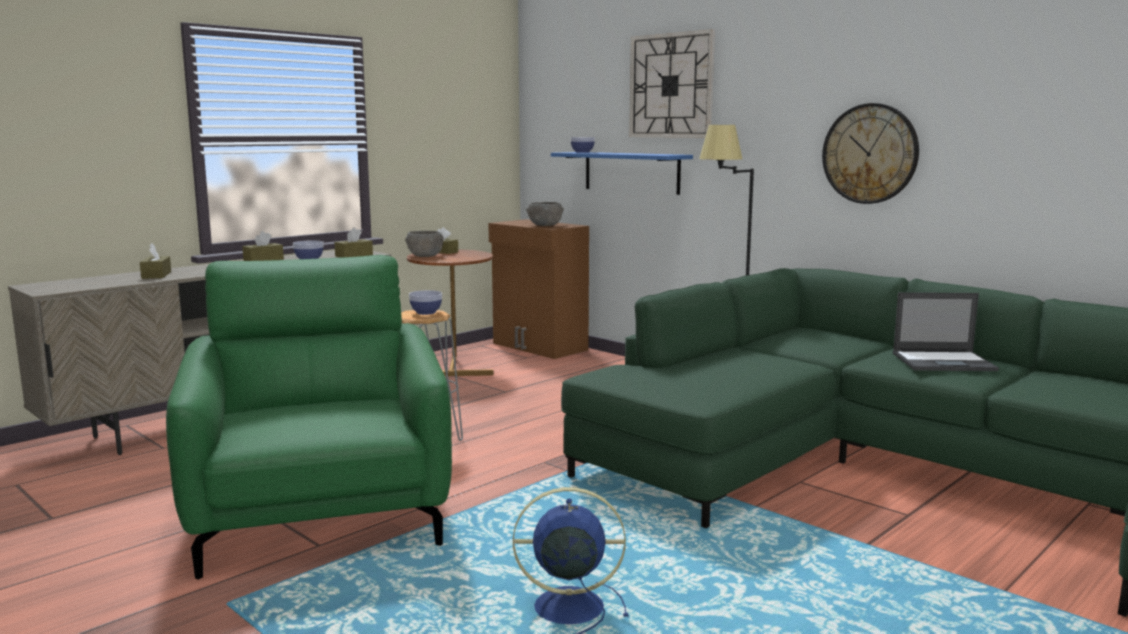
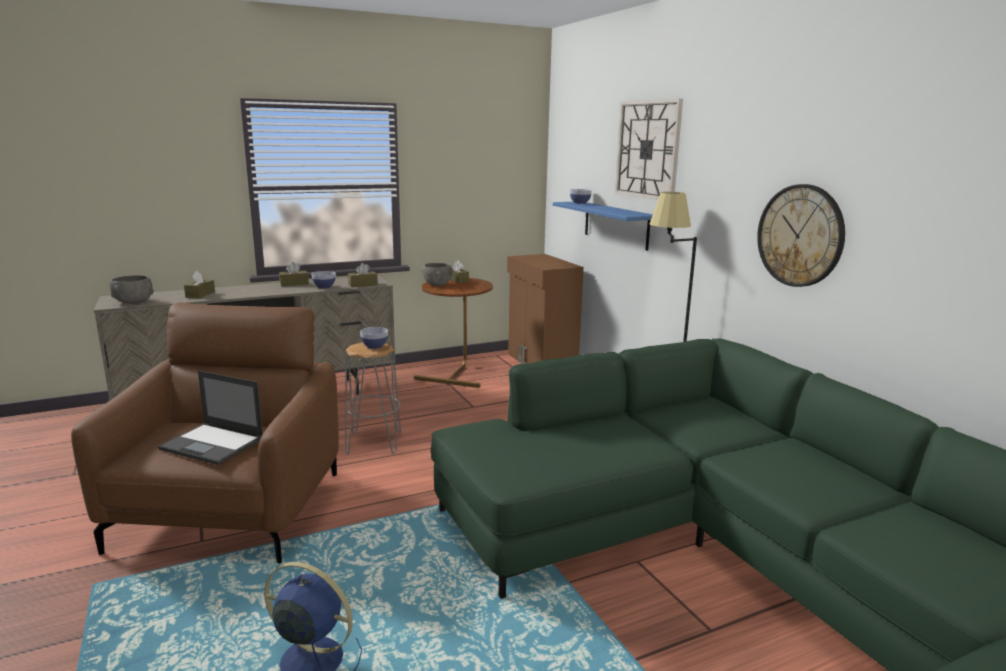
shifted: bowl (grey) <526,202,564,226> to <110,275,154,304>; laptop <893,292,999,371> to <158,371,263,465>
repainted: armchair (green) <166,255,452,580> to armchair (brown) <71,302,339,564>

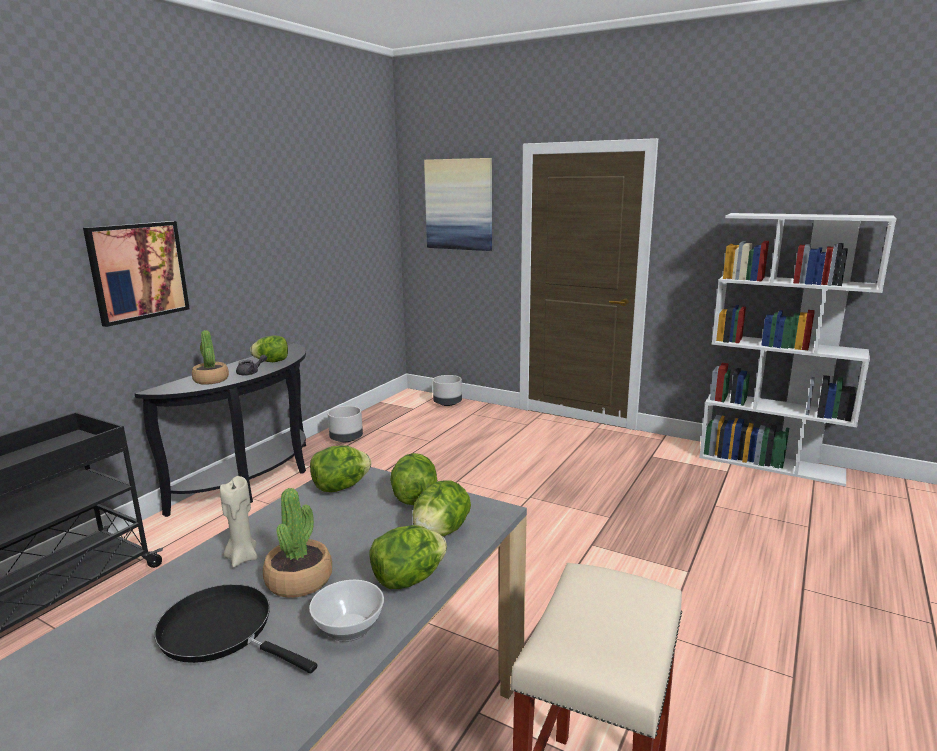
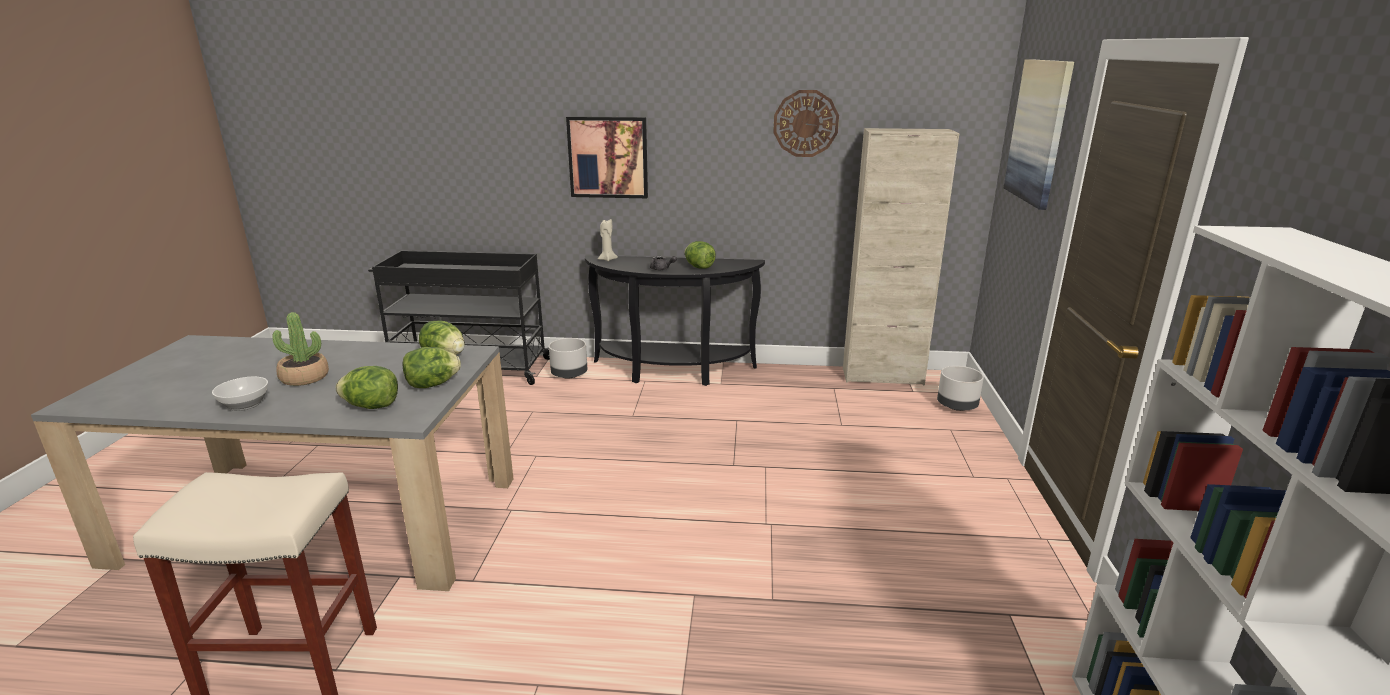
gone: frying pan (black) <154,584,317,673>; potted plant <192,330,229,385>; lettuce <369,525,447,589>
new: wall clock <773,90,839,157>; cabinet (beige) <843,128,960,385>
shifted: candle (beige) <220,476,258,567> to <598,219,618,261>; planter (grey) <328,406,363,442> to <549,338,587,379>

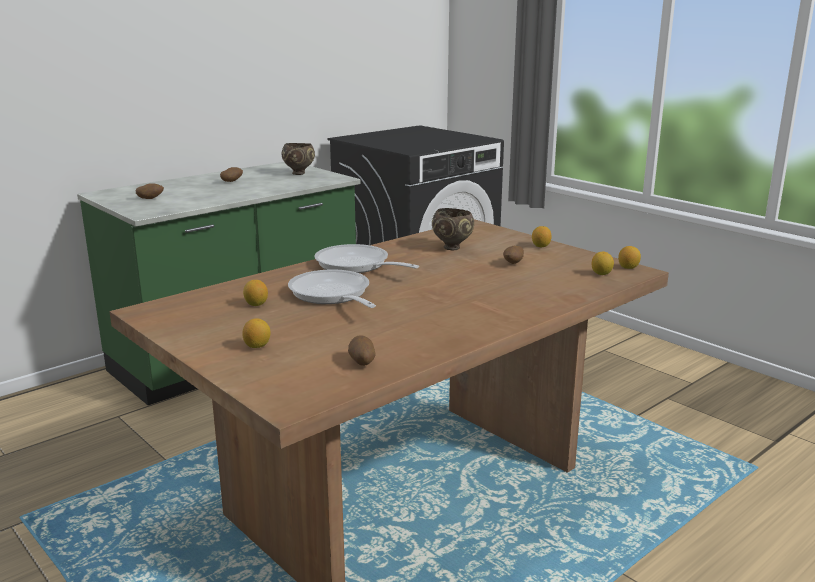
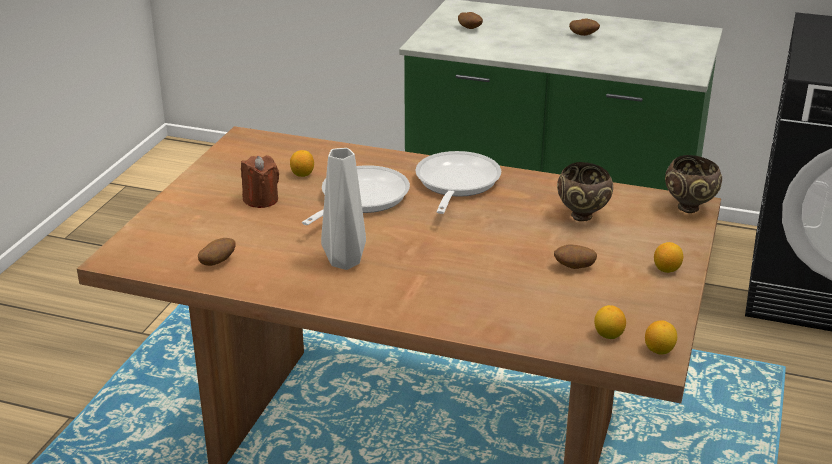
gone: lemon <242,318,271,348>
new: candle (brown) <241,155,279,208>; vase (grey) <321,148,366,270>
shifted: bowl (brown) <281,143,315,175> to <665,155,722,213>

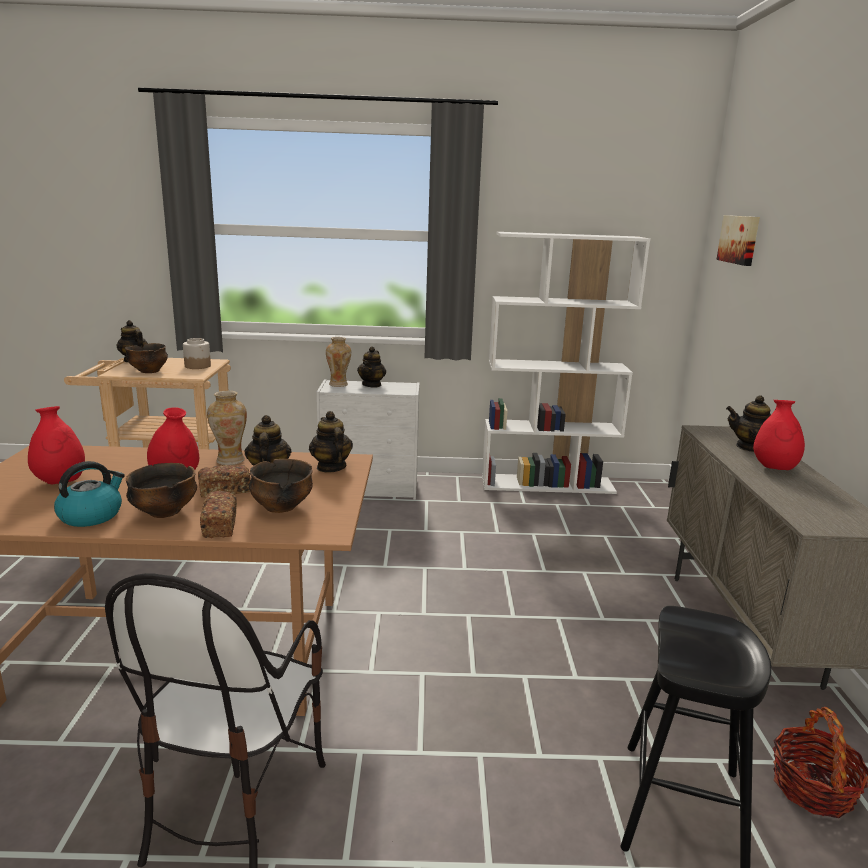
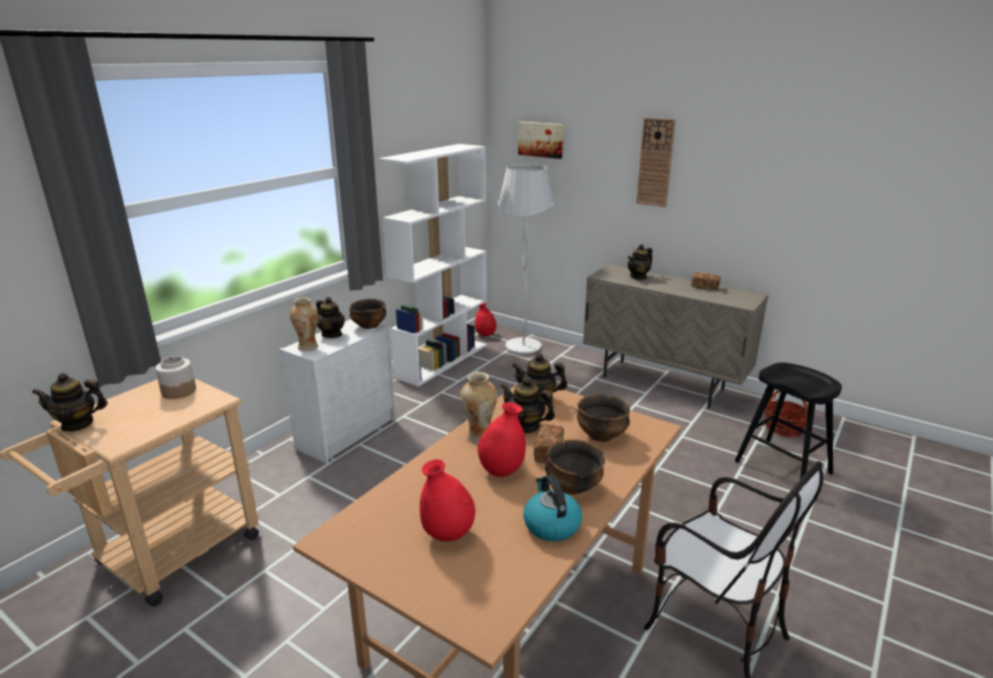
new: floor lamp (white) <498,164,554,354>; wall clock <636,118,676,207>
shifted: bowl <125,343,168,373> to <349,299,387,329>; bread <200,491,237,538> to <691,272,721,291>; vase (red) <753,400,805,470> to <475,302,496,336>

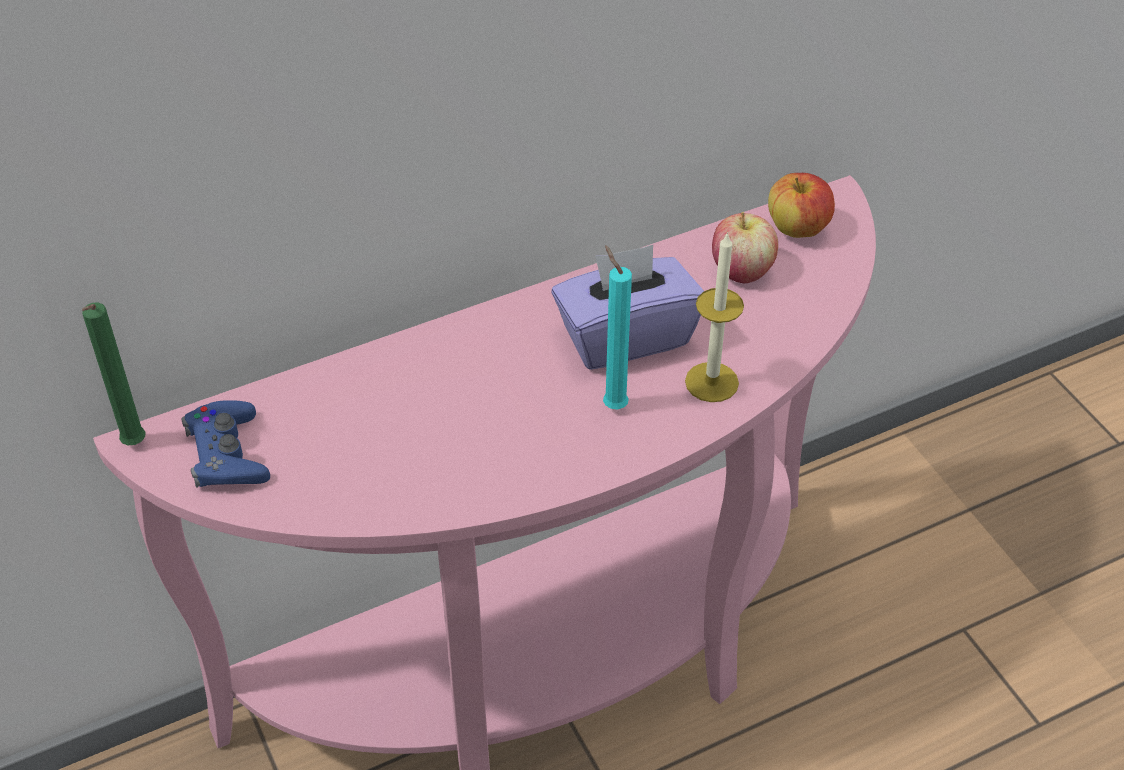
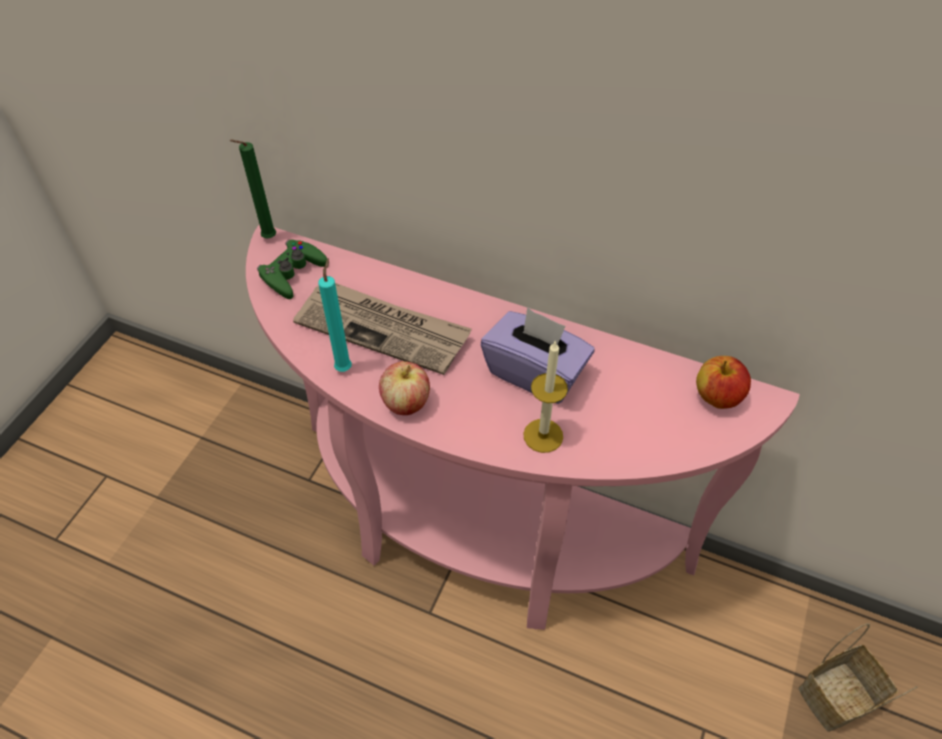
new: newspaper <293,283,472,375>; basket <798,623,918,732>
shifted: candle (turquoise) <603,245,632,410> to <318,258,352,372>; apple <712,212,778,283> to <379,361,430,415>
repainted: game controller (blue) <181,400,270,488> to game controller (green) <257,240,327,299>

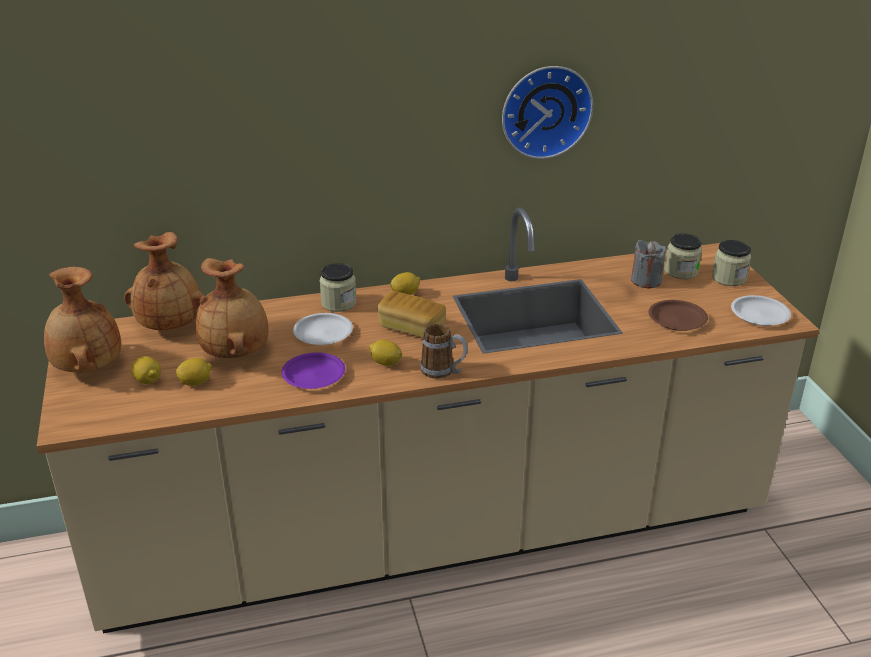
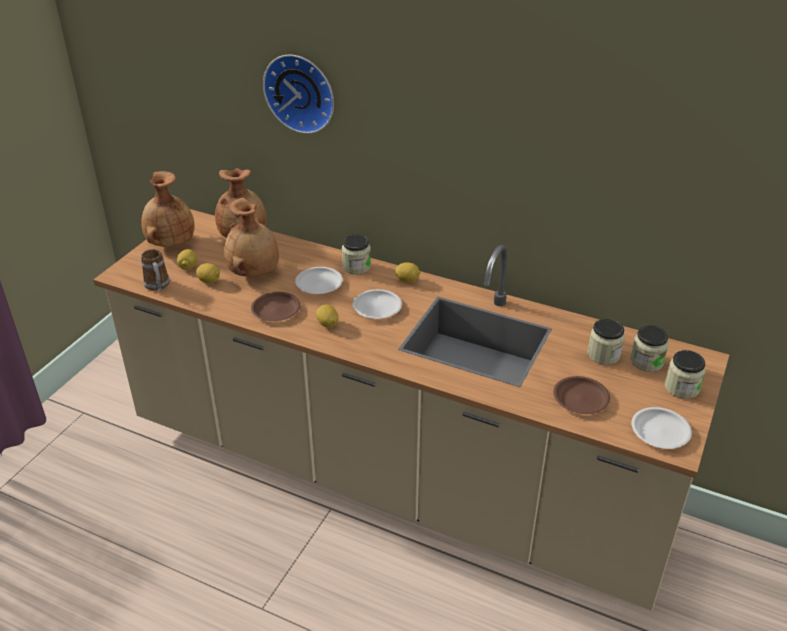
shifted: mug <420,323,468,379> to <141,249,170,291>; wall clock <502,66,593,159> to <263,54,334,134>
swapped: bread <377,291,446,338> to plate (white) <353,289,402,319>; candle (grey) <631,240,666,288> to jar <587,319,625,365>
repainted: plate (purple) <281,352,345,389> to plate (brown) <251,292,301,321>

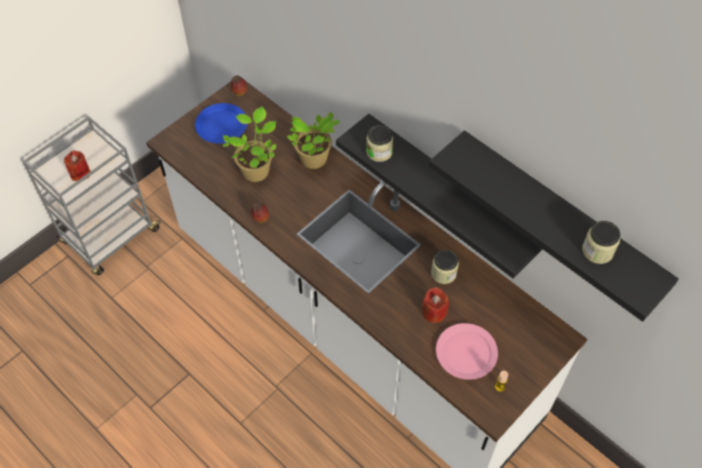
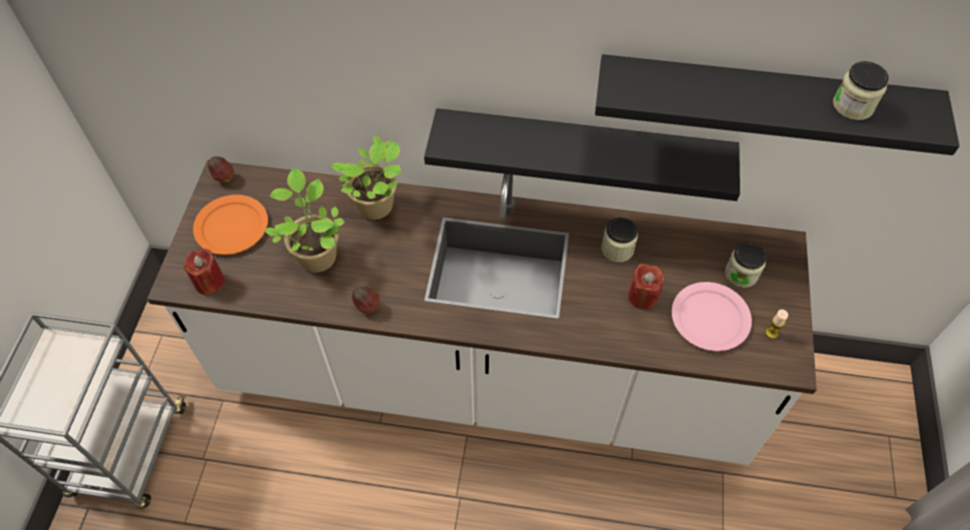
shifted: candle (red) <64,150,90,181> to <184,249,226,296>; jar <366,125,393,162> to <725,242,767,288>
repainted: plate (blue) <195,103,247,144> to plate (orange) <193,195,268,255>

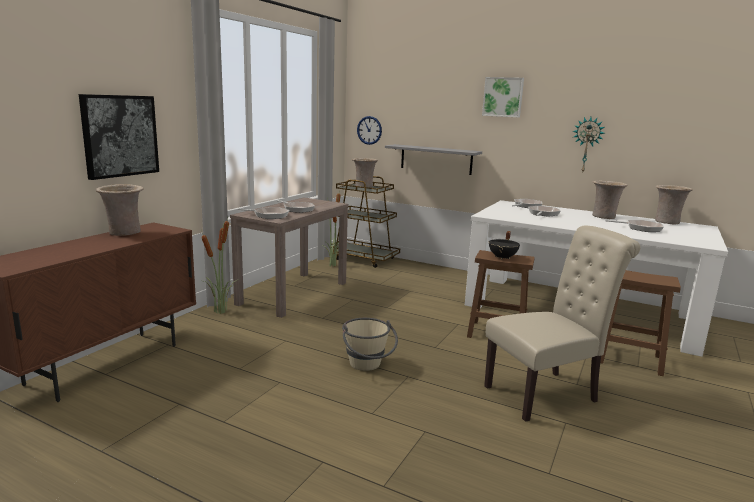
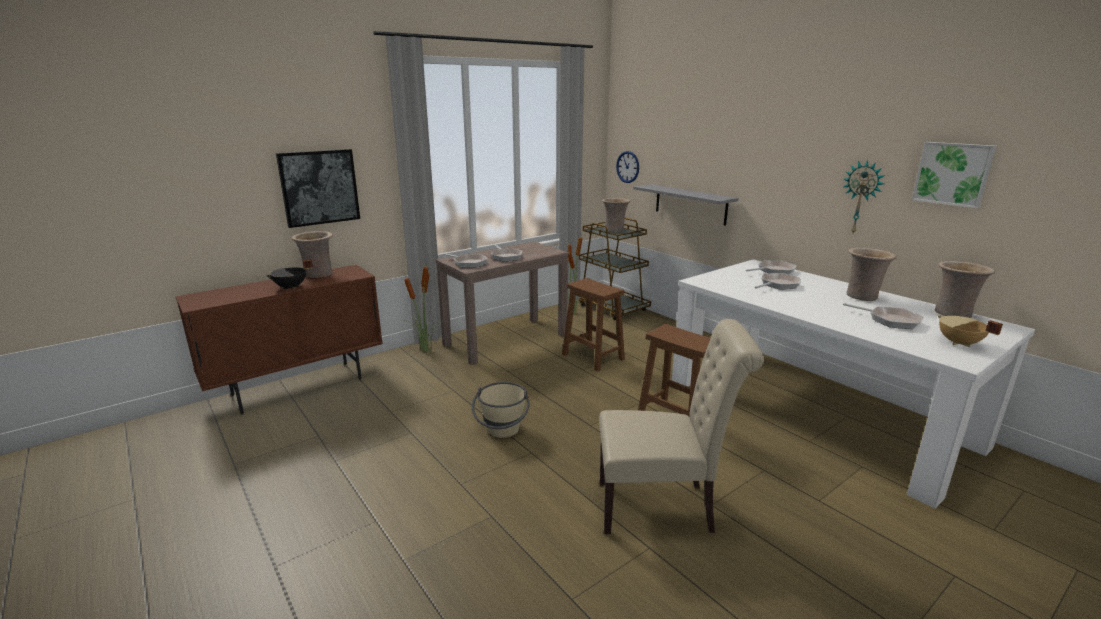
new: cooking pot (beige) <937,315,1003,347>
shifted: picture <482,77,524,118> to <912,142,996,209>; cooking pot (black) <489,231,520,260> to <267,259,313,290>; stool (brown) <600,270,681,376> to <562,278,625,371>

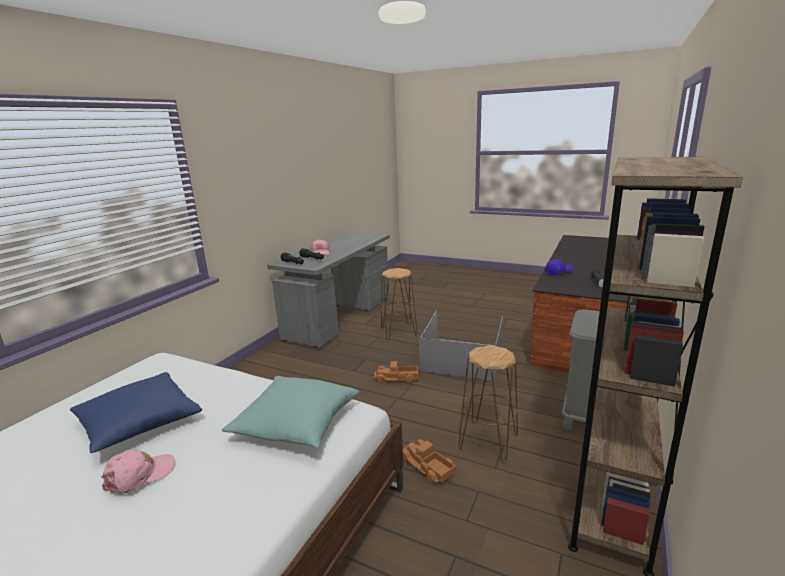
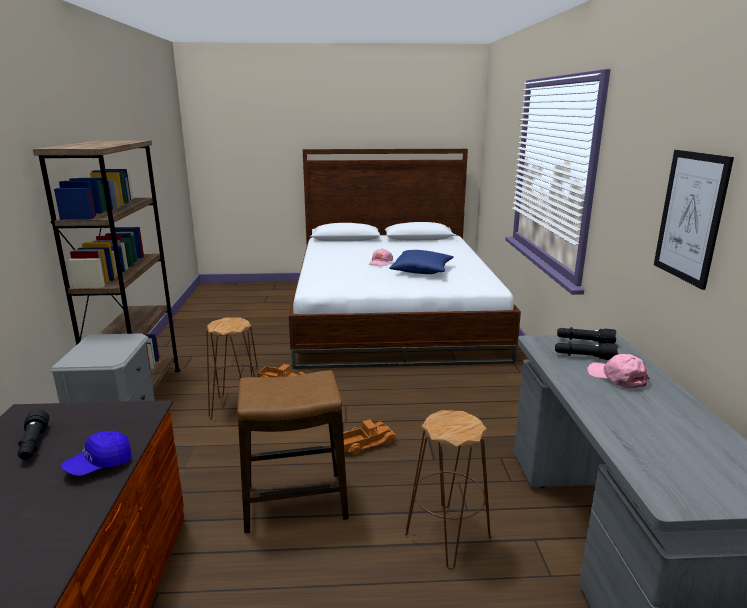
gone: pillow (turquoise) <222,376,359,448>
new: picture <654,150,734,290>
swapped: storage box (grey) <419,311,504,380> to stool <237,370,349,533>

